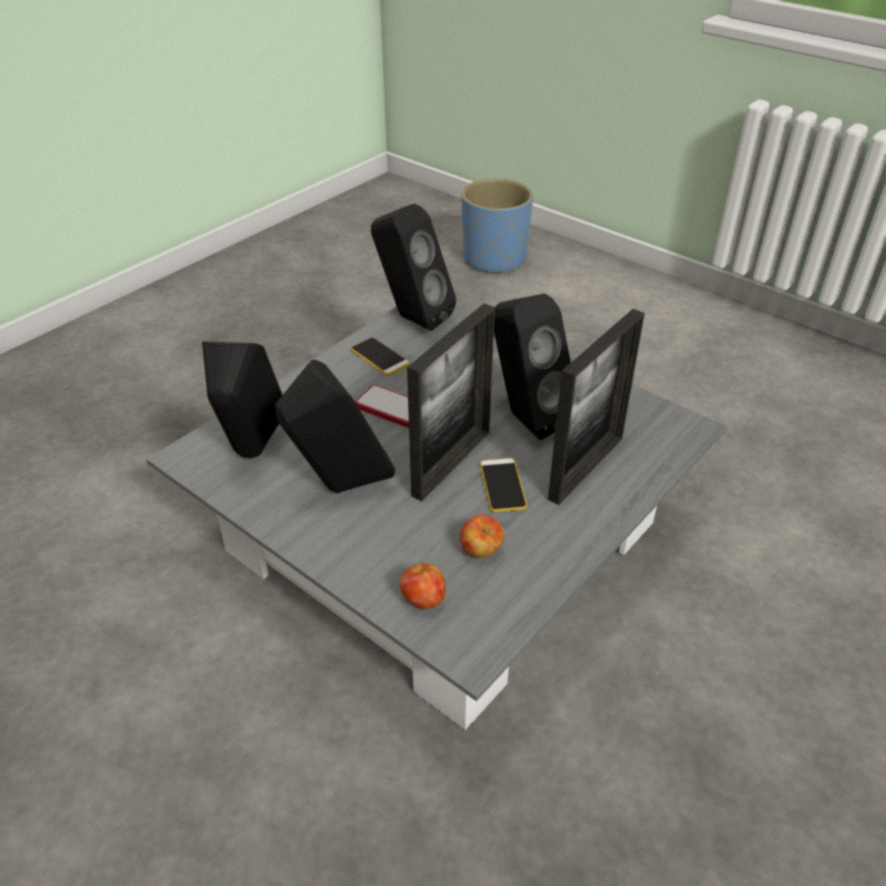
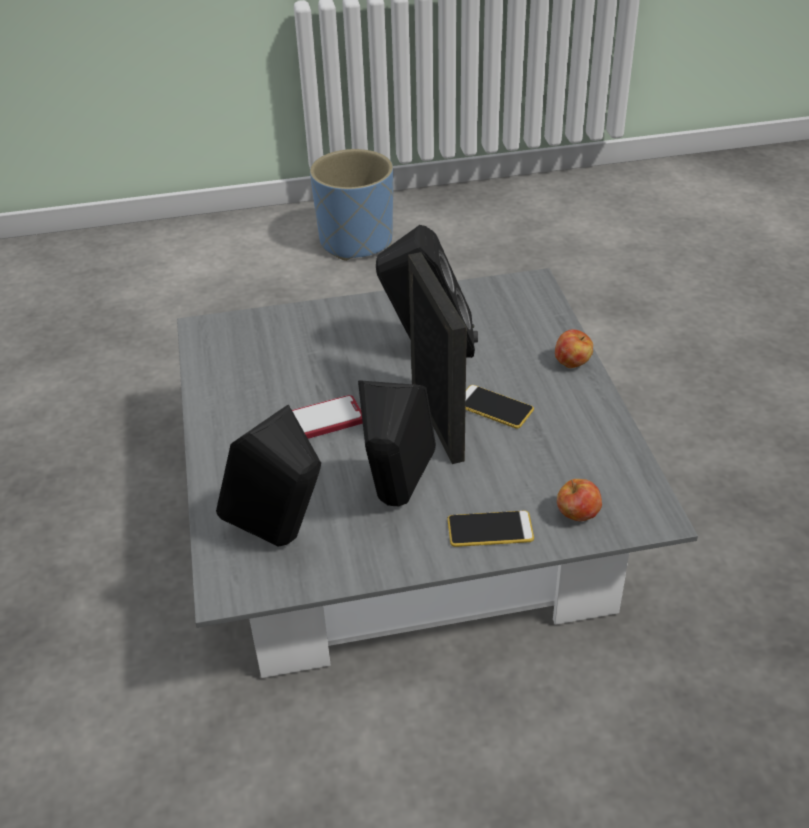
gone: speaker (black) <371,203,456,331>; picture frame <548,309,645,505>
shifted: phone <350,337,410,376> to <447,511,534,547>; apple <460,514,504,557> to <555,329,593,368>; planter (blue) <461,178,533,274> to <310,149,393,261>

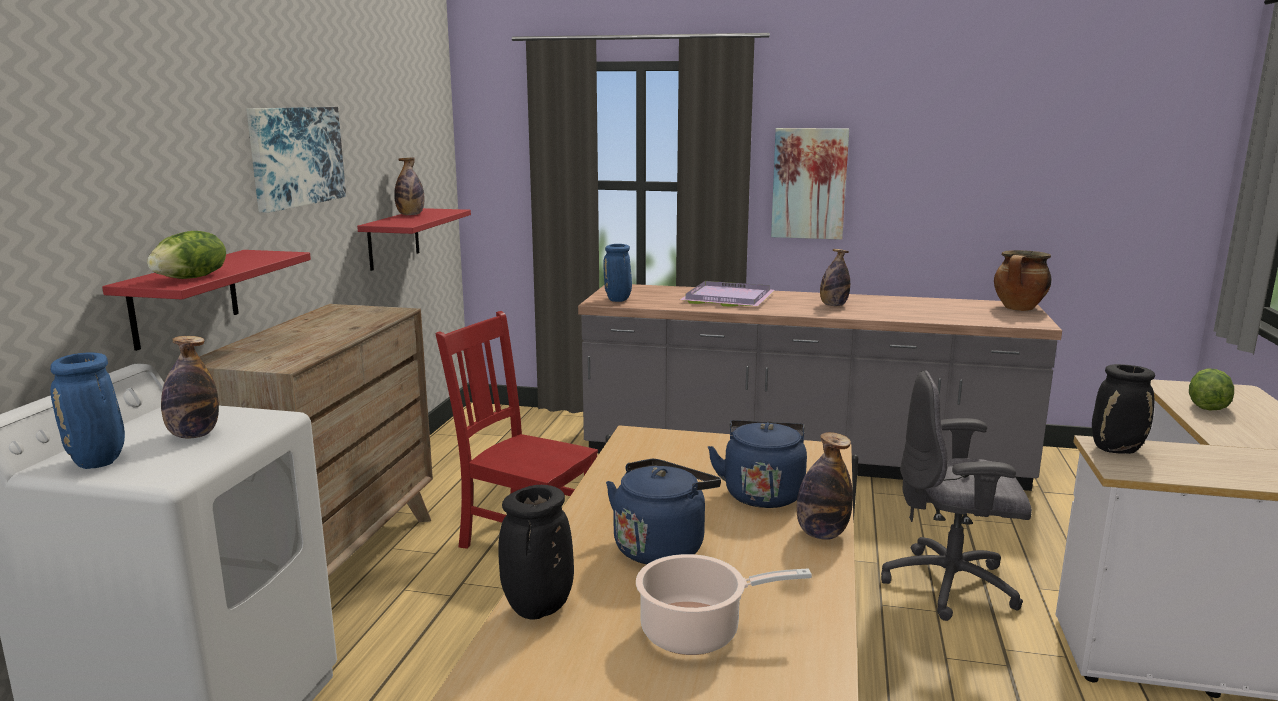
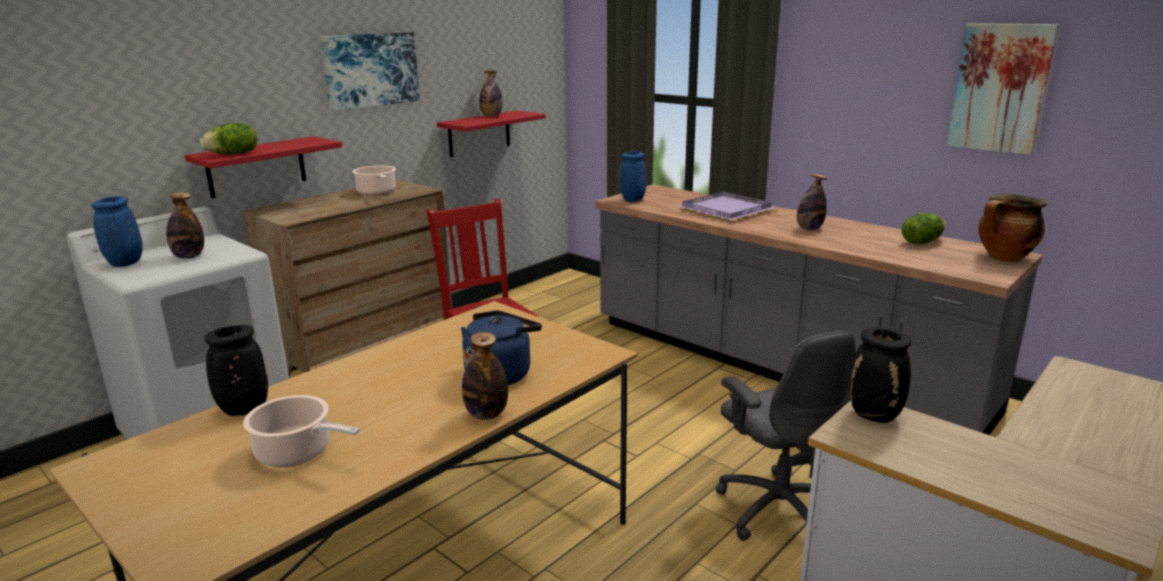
gone: kettle (blue) <606,459,721,564>
new: cooking pot <352,166,396,196>
shifted: picture <771,128,849,240> to <946,23,1059,155>; lettuce <1189,368,1234,411> to <901,213,945,244>
rotated: office chair (grey) <881,370,1032,621> = <716,331,856,541> 150 degrees counterclockwise

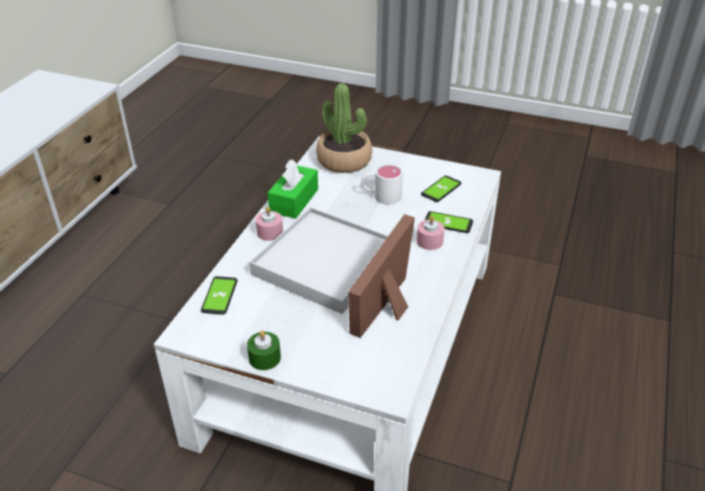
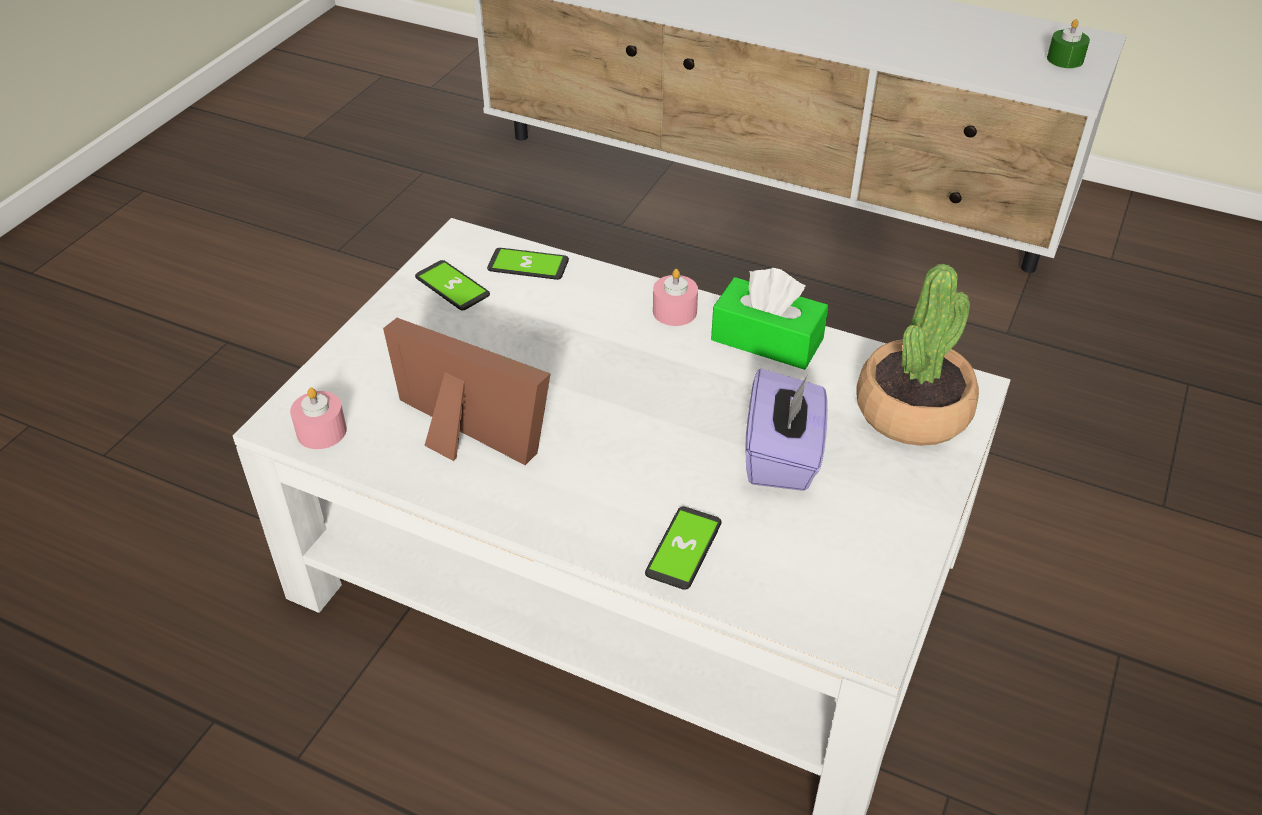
gone: tray (white) <249,207,388,314>
shifted: candle (green) <247,330,281,370> to <1047,19,1090,68>; candle (pink) <417,216,445,250> to <290,388,347,449>; phone <421,175,462,202> to <415,260,490,310>
swapped: mug (white) <361,164,403,205> to tissue box (purple) <746,369,828,491>

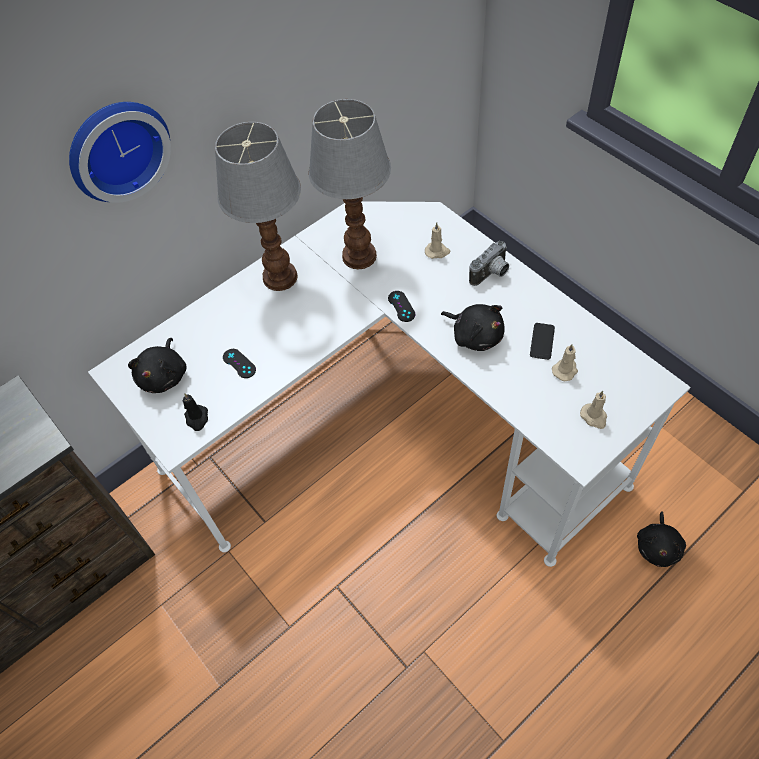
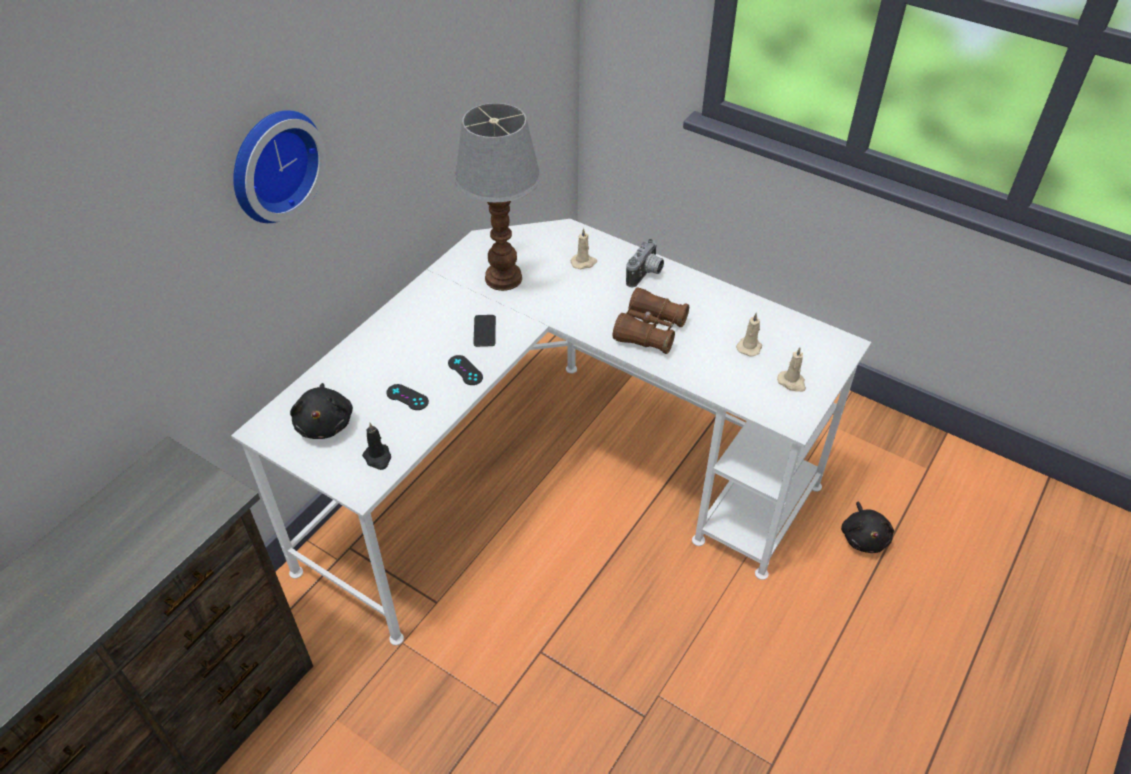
gone: table lamp <215,122,301,291>
shifted: game controller (black) <388,291,415,322> to <448,355,483,385>; phone <530,323,555,360> to <473,315,496,347>
swapped: plush toy (black) <441,304,505,351> to binoculars (brown) <612,287,689,354>

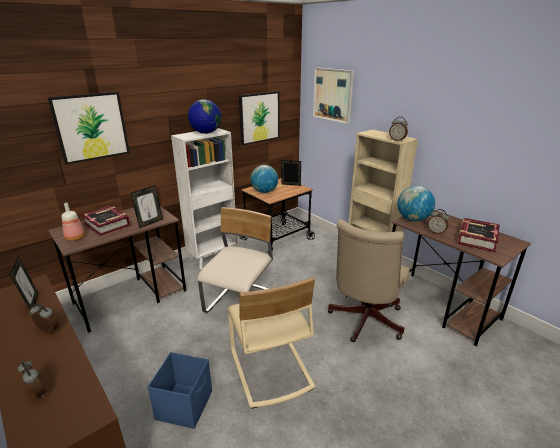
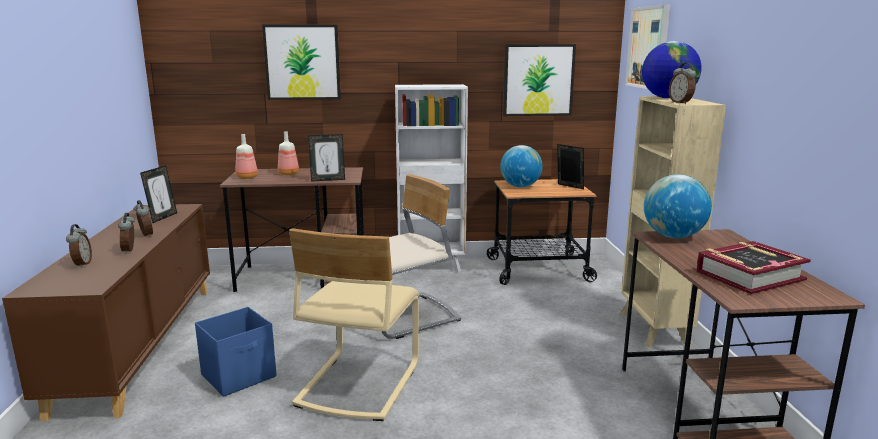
gone: office chair (beige) <328,219,410,342>
shifted: globe <188,99,221,134> to <642,41,702,99>; alarm clock <427,209,449,235> to <118,213,135,254>
swapped: book <81,206,131,236> to bottle <278,131,299,175>

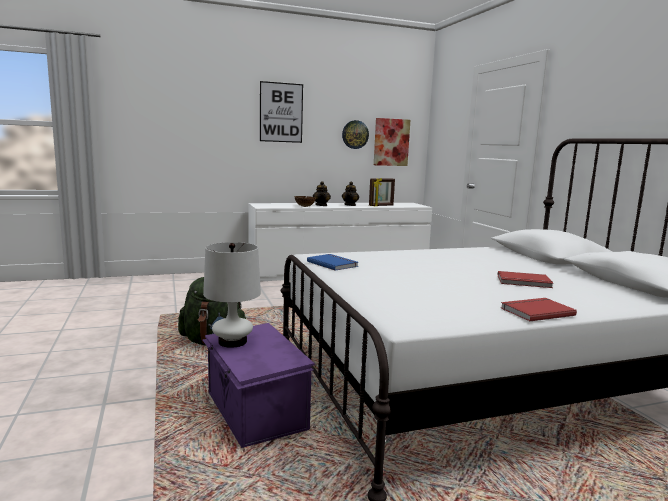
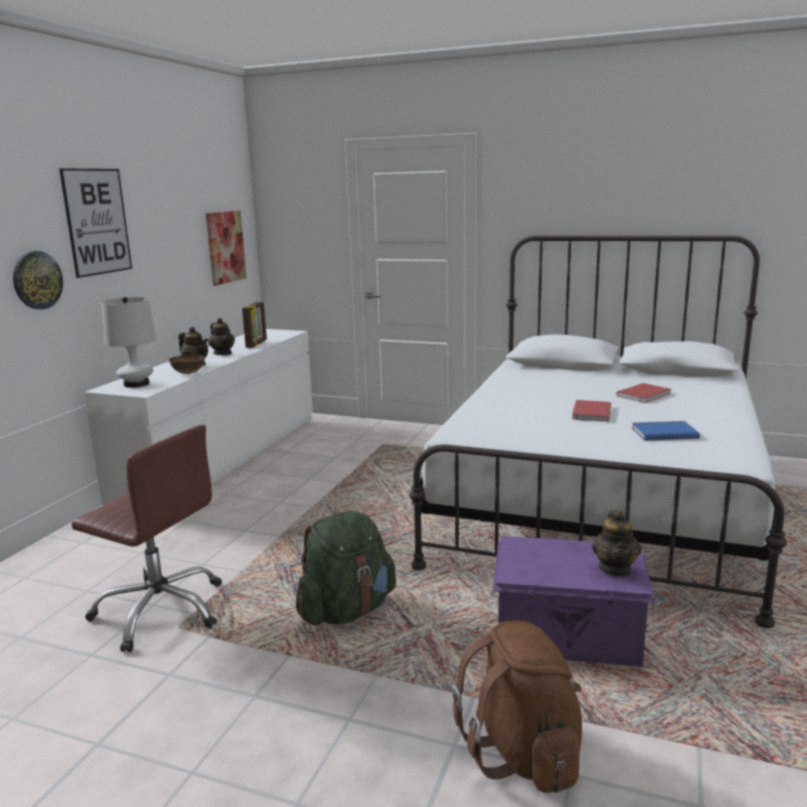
new: office chair (brown) <71,425,222,652>; backpack (brown) <452,620,582,793>; teapot <592,510,641,577>
shifted: table lamp (white) <203,242,261,348> to <101,297,156,388>; book (blue) <307,254,358,271> to <632,421,700,441>; wall clock <342,120,369,149> to <13,251,63,309>; book (red) <501,298,577,321> to <572,400,611,422>

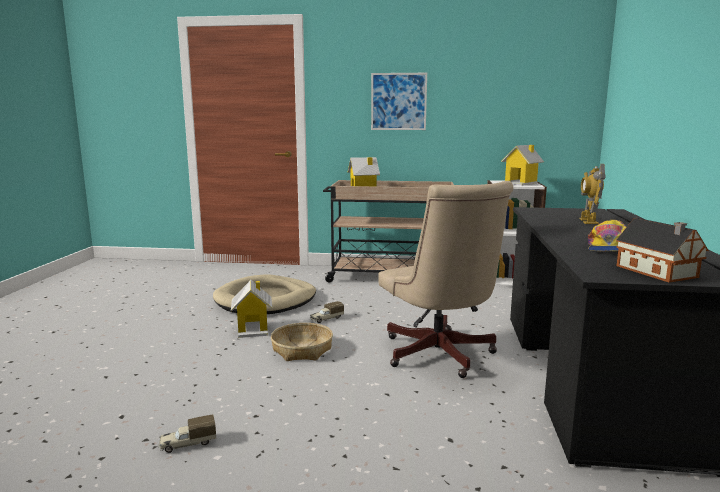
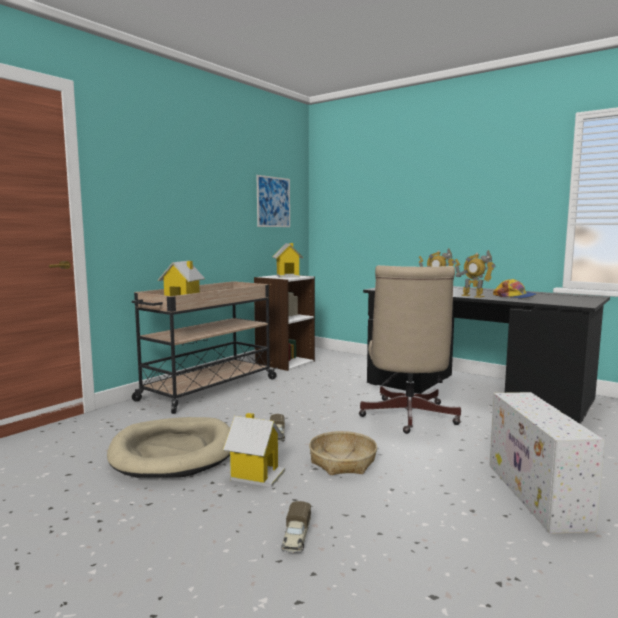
gone: toy house <616,218,709,283>
new: toy robot <455,250,495,298>; storage box (white) <489,392,605,534>
shifted: toy truck <159,415,216,453> to <281,501,311,553>; picture <371,73,427,130> to <257,175,290,227>
rotated: office chair (beige) <378,181,513,378> = <359,265,461,434> 90 degrees clockwise

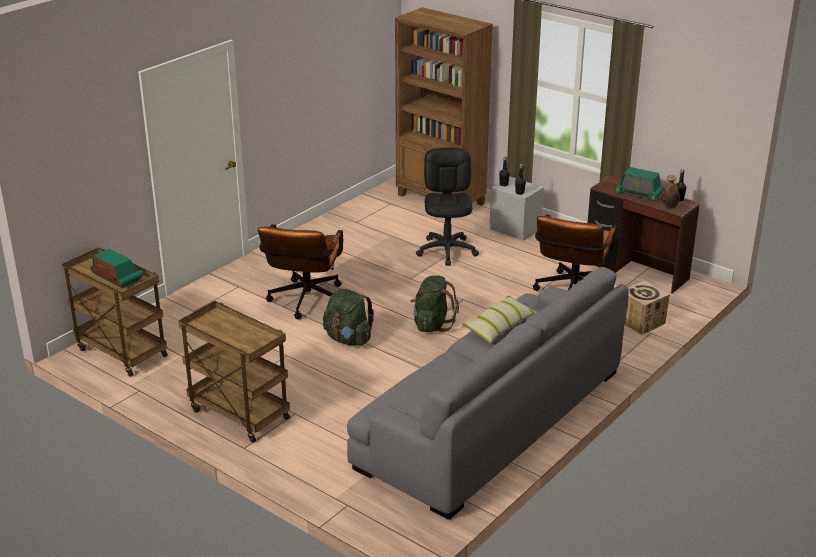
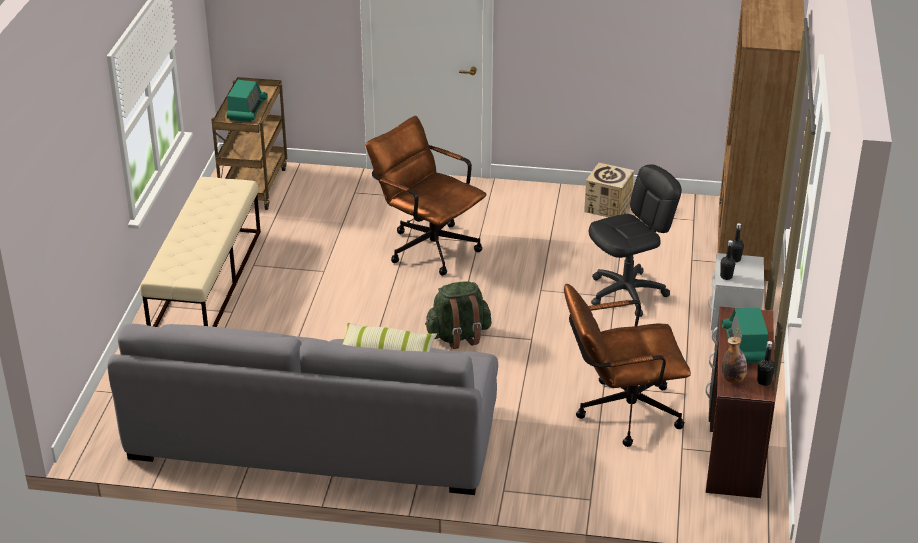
gone: backpack (green) <323,289,374,346>
shifted: cardboard box <625,280,670,335> to <584,163,634,217>
swapped: cart (brown) <179,301,290,443> to bench (beige) <140,177,261,327>
rotated: office chair (brown) <258,224,343,319> = <366,116,486,275> 60 degrees clockwise

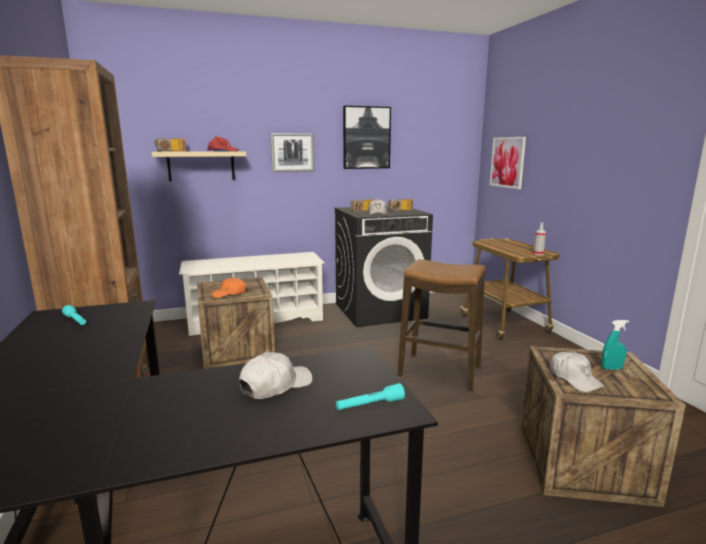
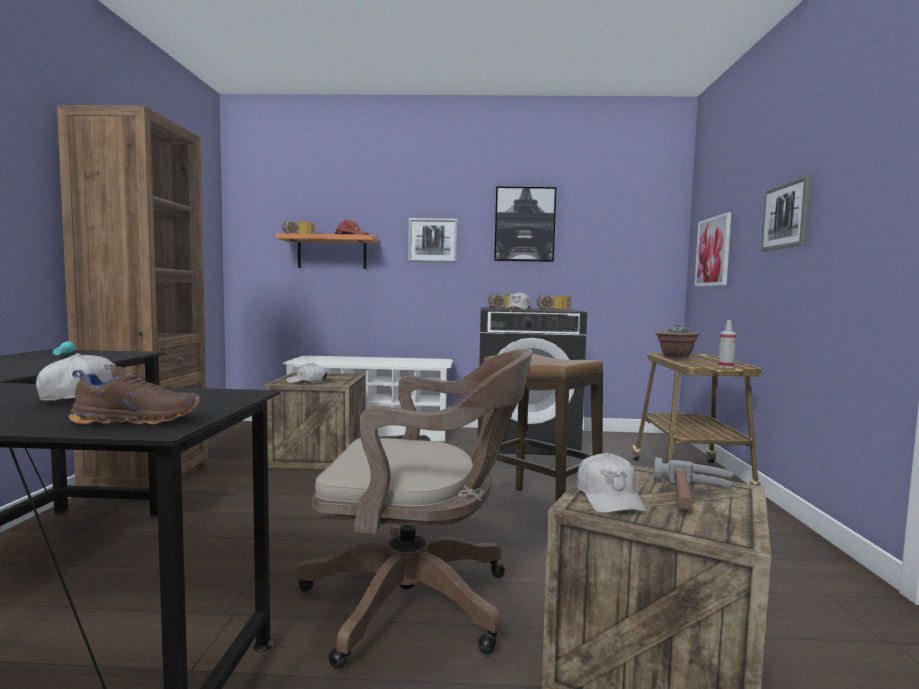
new: office chair (brown) <296,349,532,668>; potted plant <655,324,699,359>; picture <760,175,812,252>
swapped: flashlight (turquoise) <336,383,405,410> to shoe (brown) <69,366,201,424>; spray bottle (turquoise) <601,320,629,370> to hammer <654,457,733,510>
repainted: shelf (beige) <152,151,246,181> to shelf (orange) <276,233,378,269>; cap (orange) <212,278,246,298> to cap (white) <286,363,327,383>

